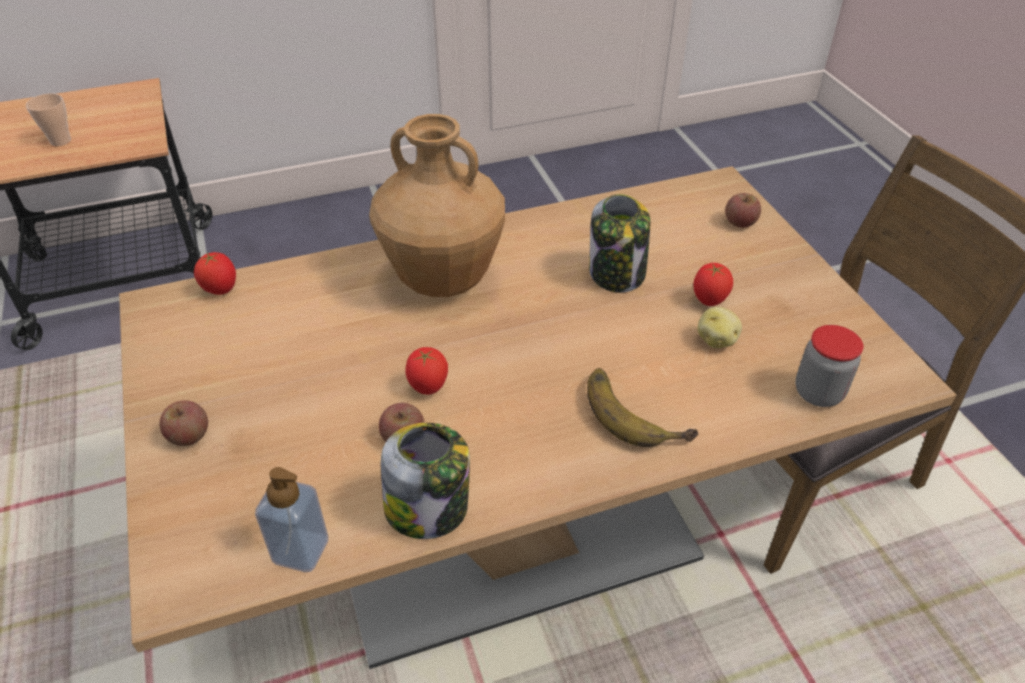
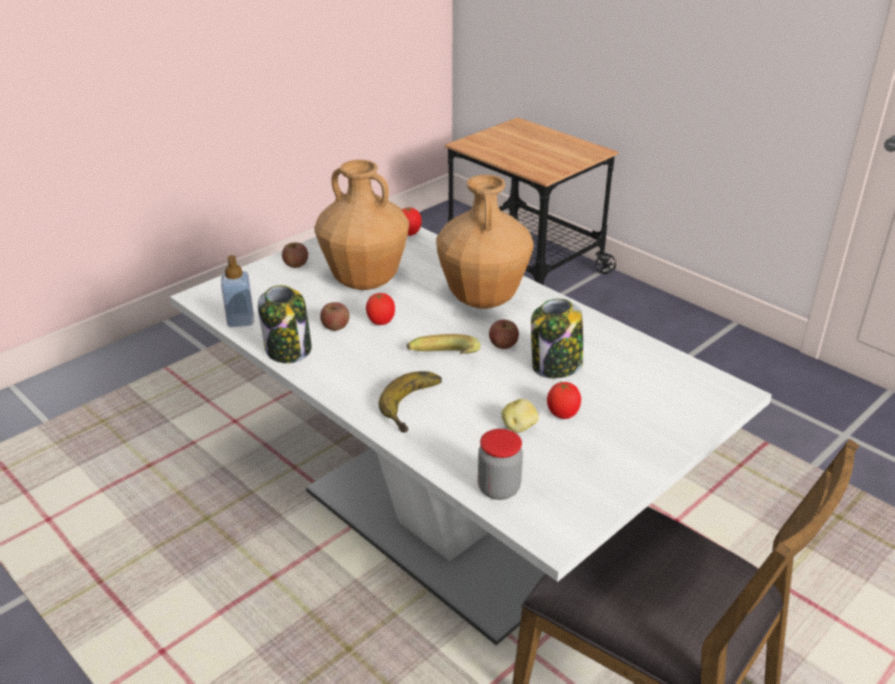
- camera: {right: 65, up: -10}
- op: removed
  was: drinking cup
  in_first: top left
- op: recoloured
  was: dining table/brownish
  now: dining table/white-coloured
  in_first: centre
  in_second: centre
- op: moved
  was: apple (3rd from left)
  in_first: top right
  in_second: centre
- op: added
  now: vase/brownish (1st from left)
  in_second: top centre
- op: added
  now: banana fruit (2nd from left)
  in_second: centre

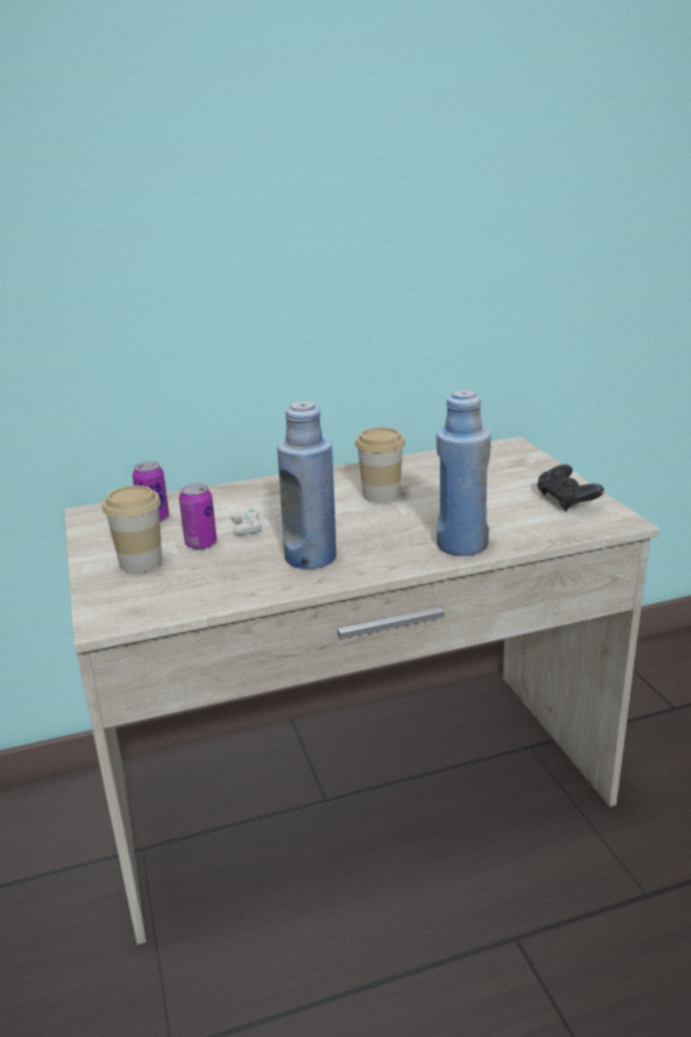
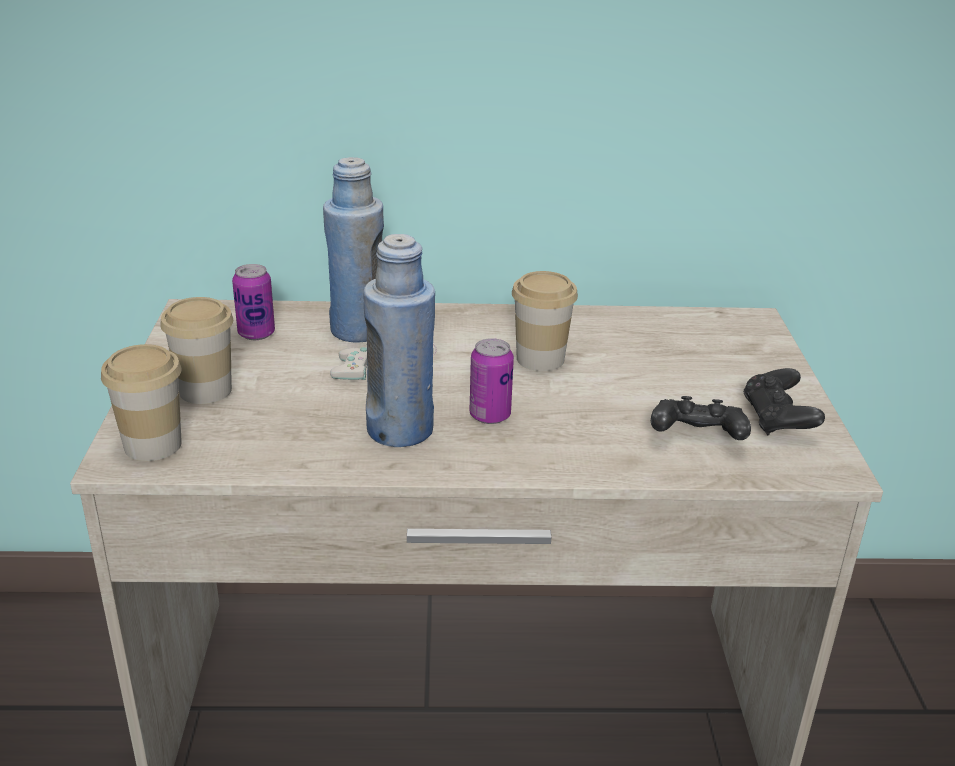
- camera: {right: 15, up: 5}
- op: moved
  was: drink bottle/blue-coloured (2nd from left in the first image)
  now: drink bottle/blue-coloured (1st from left)
  in_first: middle right
  in_second: top centre
- op: moved
  was: metal can (2nd from left)
  in_first: middle left
  in_second: centre
- op: added
  now: drinking cup (1st from left)
  in_second: middle left
- op: added
  now: joypad/blackish (1st from left)
  in_second: middle right

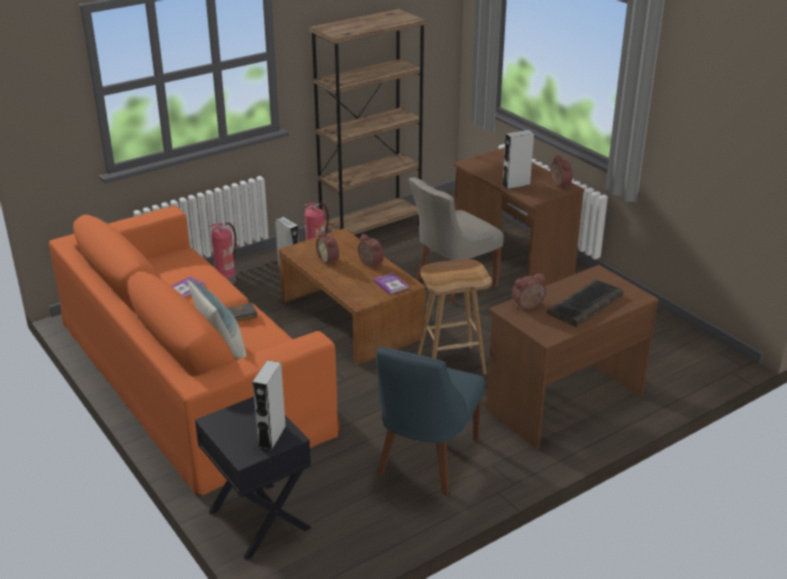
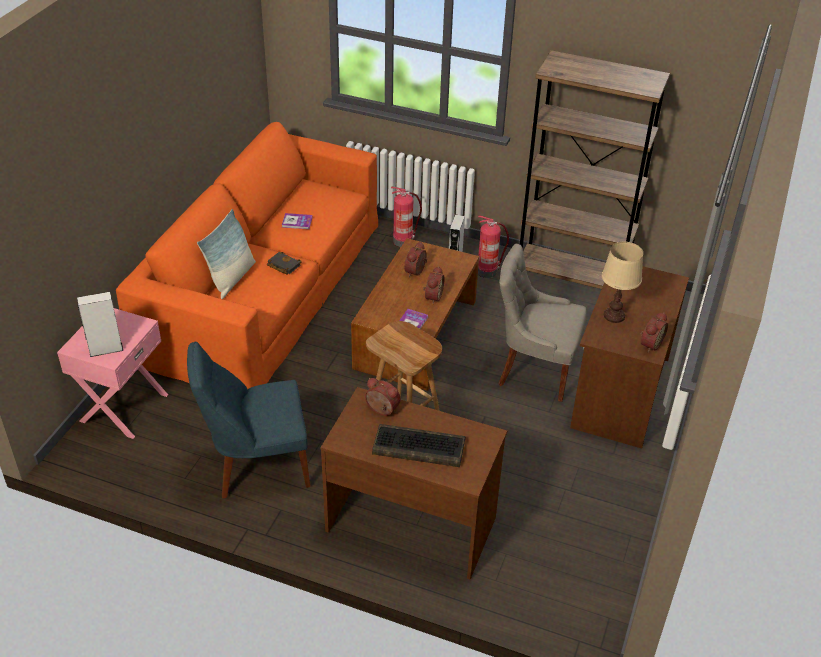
- camera: {right: 55, up: 10}
- op: replaced
  was: loudspeaker/greyish (3rd from left)
  now: tabletop lamp/sand-coloured
  in_first: top centre
  in_second: middle right
- op: recoloured
  was: end table/blackish
  now: end table/pinkish
  in_first: bottom left
  in_second: middle left

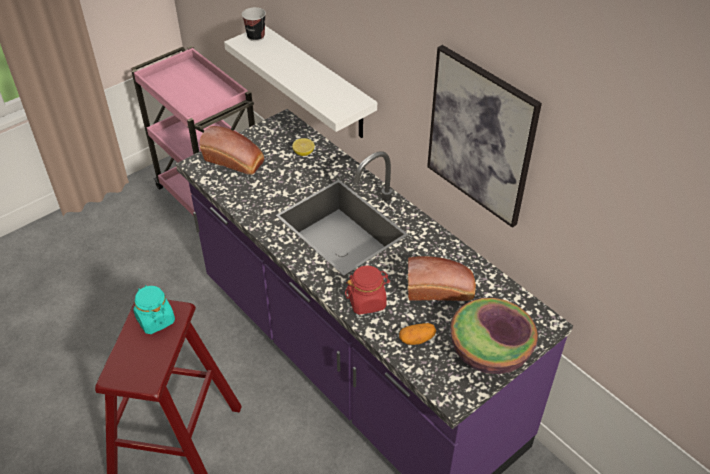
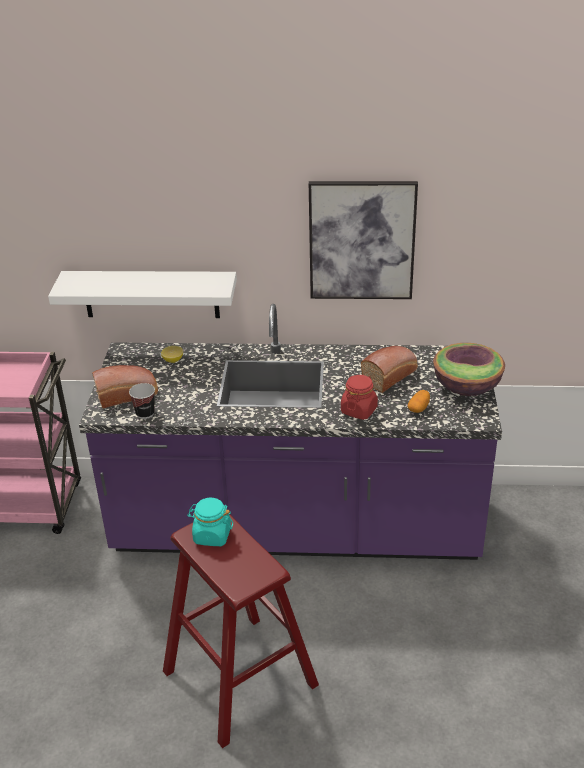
- camera: {right: -45, up: -10}
- op: moved
  was: drinking cup
  in_first: top centre
  in_second: middle left

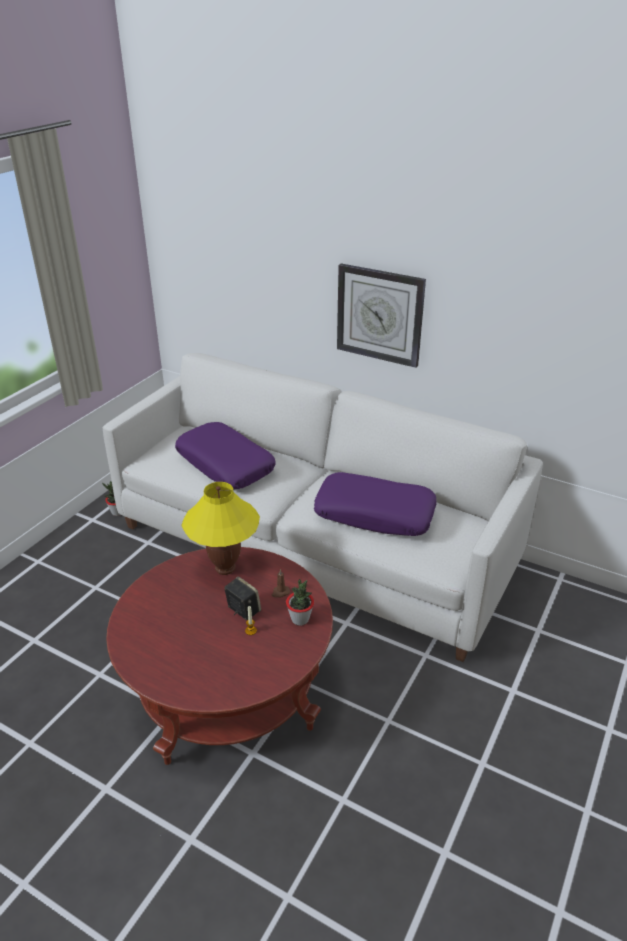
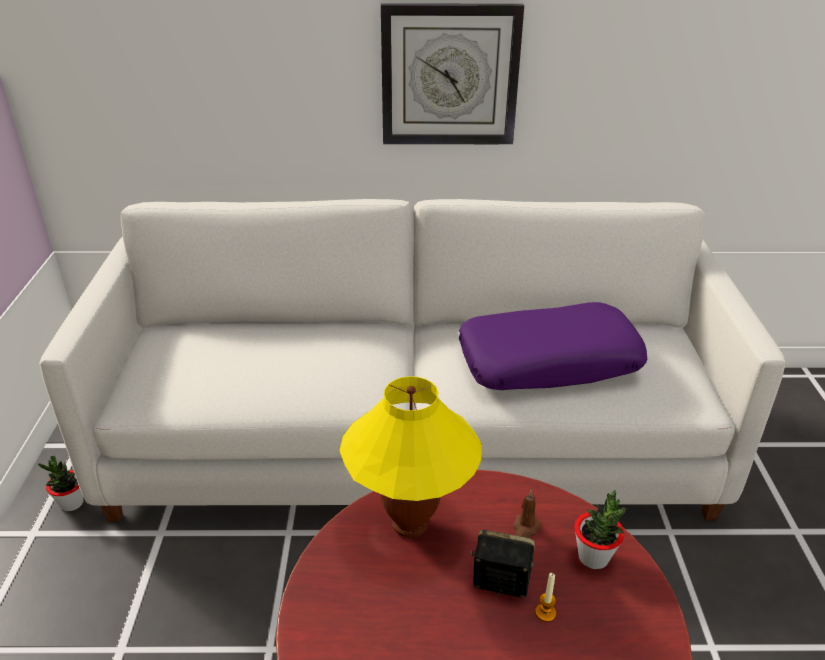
- camera: {right: -30, up: 0}
- op: removed
  was: cushion/purple-coloured (1st from left)
  in_first: centre

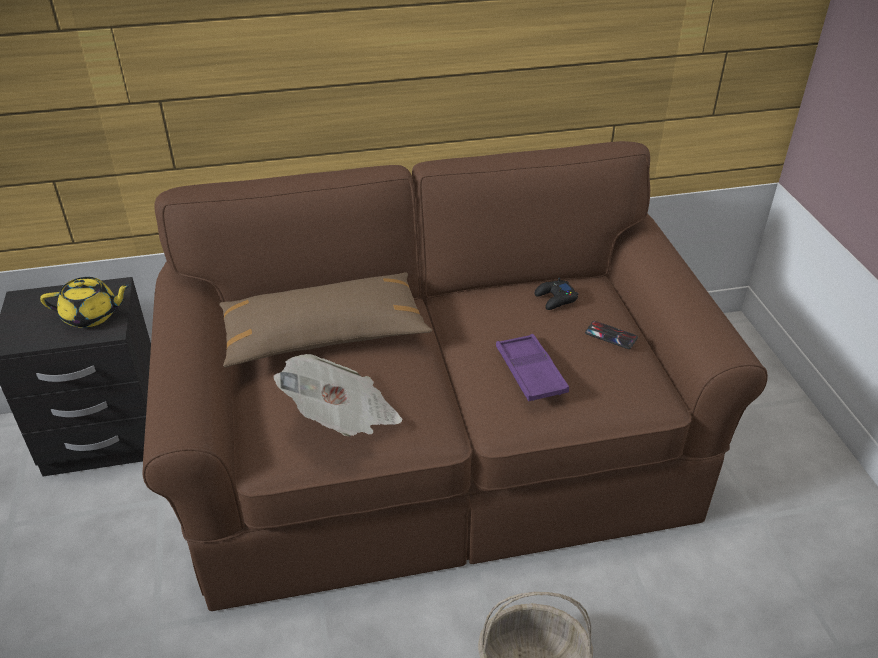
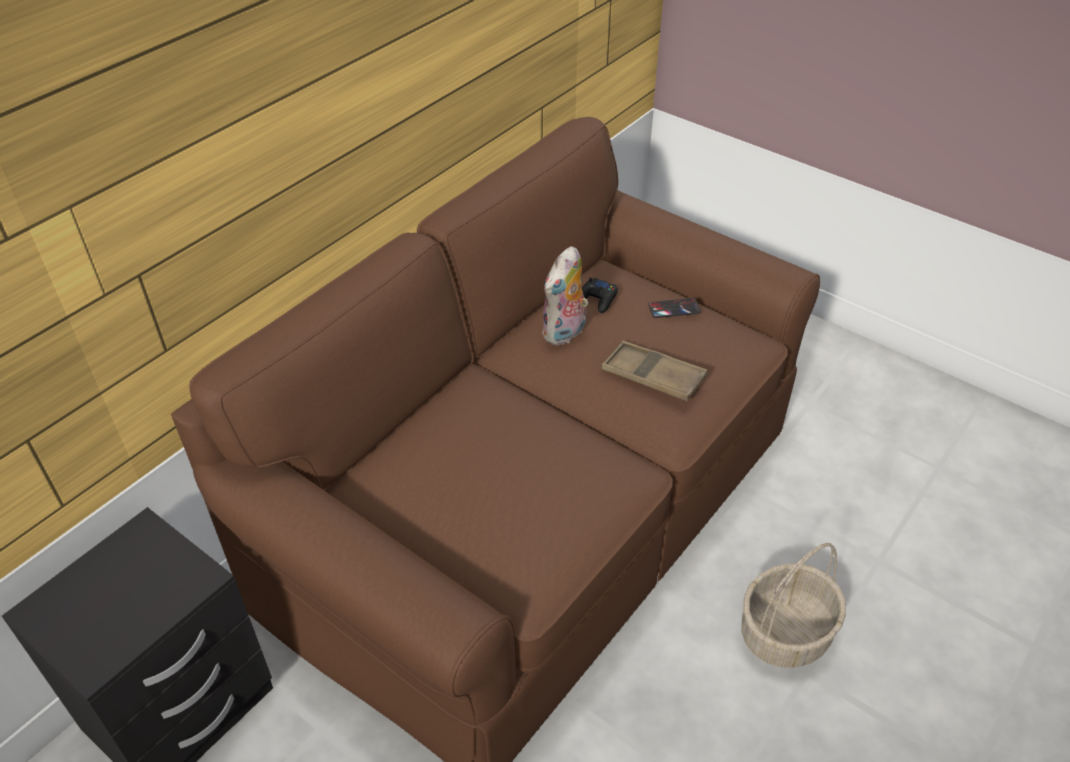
- camera: {right: -40, up: 5}
- op: removed
  was: cushion/brownish
  in_first: centre
- op: removed
  was: teapot/yellowish
  in_first: middle left
- op: recoloured
  was: serving tray/purple-coloured
  now: serving tray/brownish
  in_first: centre
  in_second: centre
- op: removed
  was: daily paper
  in_first: centre
- op: added
  now: plush toy
  in_second: centre

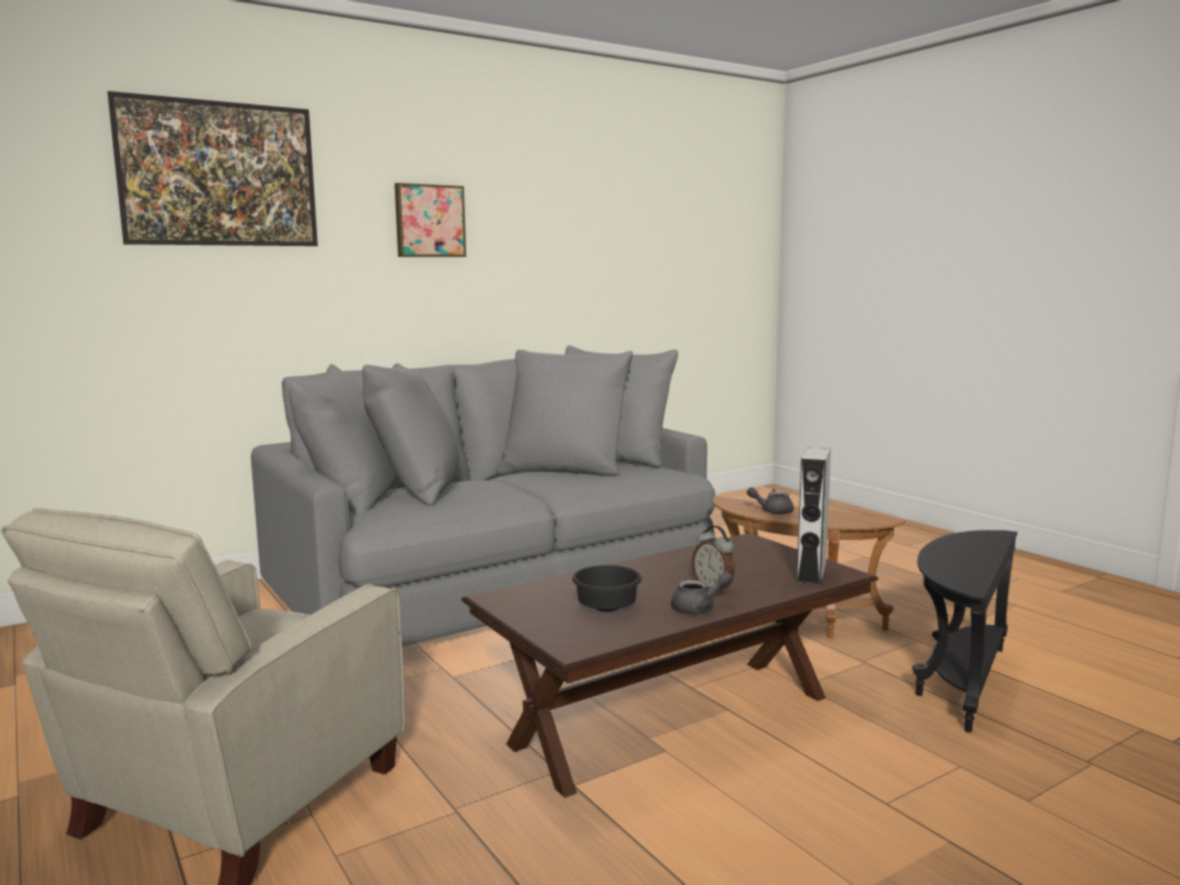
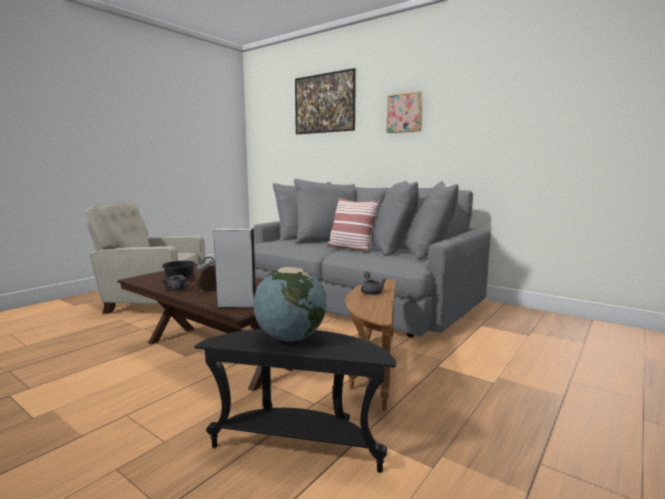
- camera: {right: 70, up: 0}
- op: added
  now: cushion
  in_second: centre
- op: added
  now: desk globe
  in_second: centre

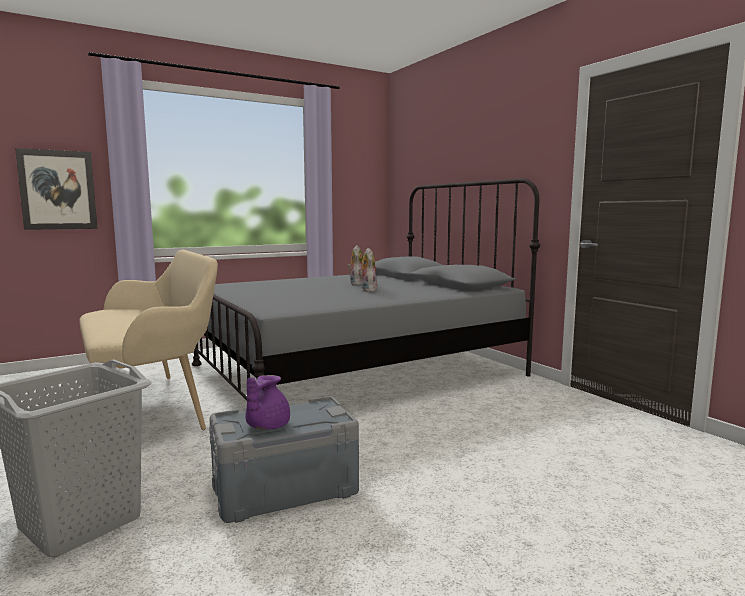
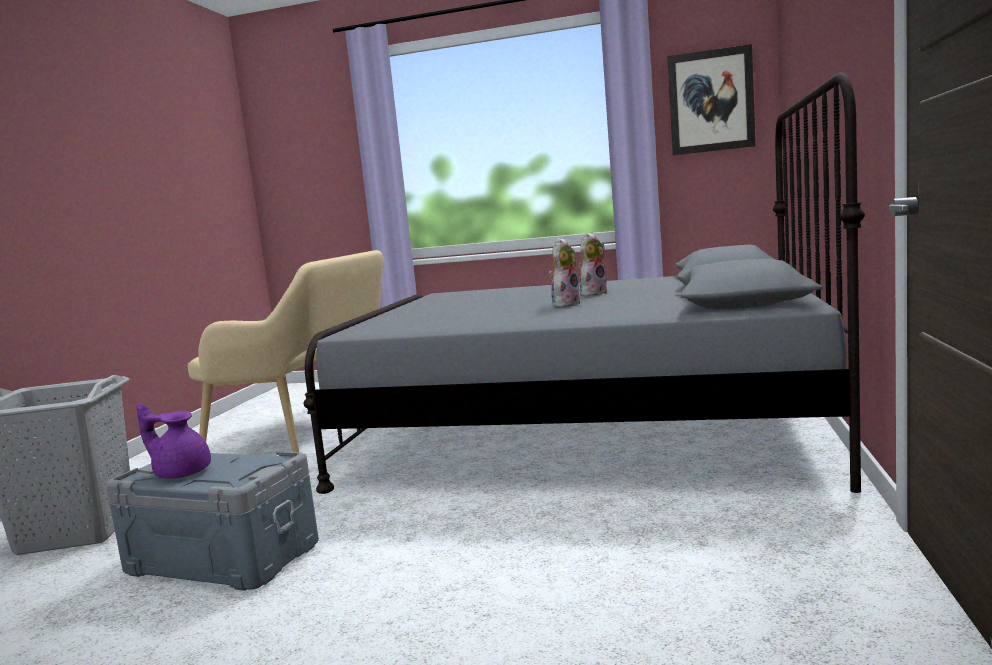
- camera: {right: 45, up: 0}
- op: moved
  was: wall picture
  in_first: top left
  in_second: top right
- op: turned
  was: teapot/purple-coloured
  in_first: bottom centre
  in_second: middle left
  clockwise: 45

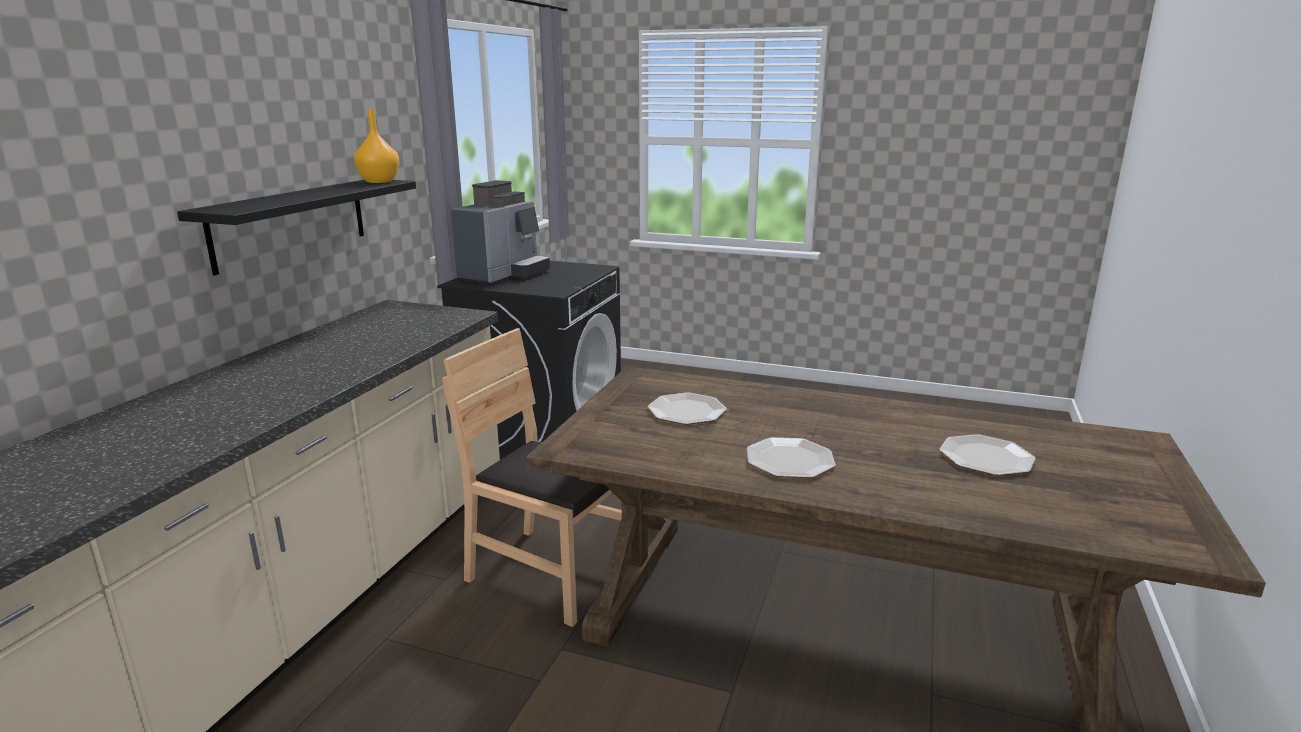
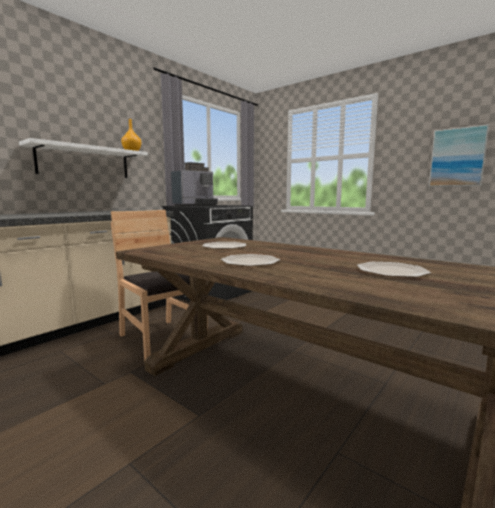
- camera: {right: 20, up: -10}
- op: recoloured
  was: wall shelf/blackish
  now: wall shelf/white-coloured
  in_first: top left
  in_second: top left
- op: added
  now: wall picture
  in_second: top right

